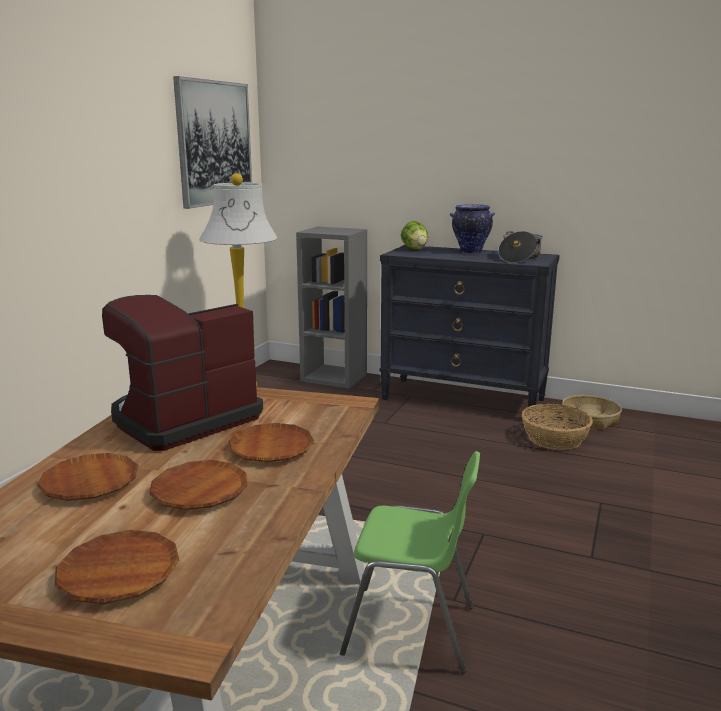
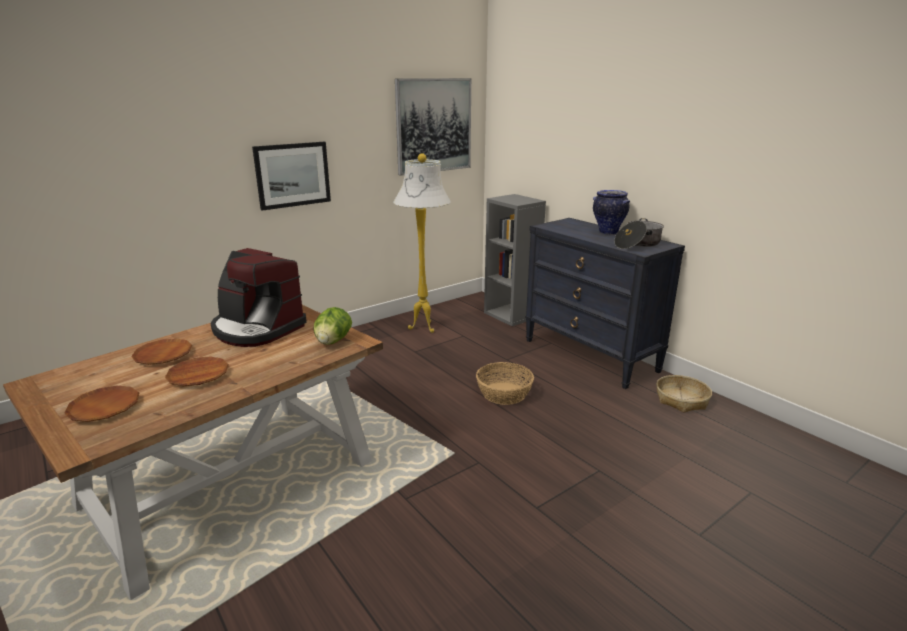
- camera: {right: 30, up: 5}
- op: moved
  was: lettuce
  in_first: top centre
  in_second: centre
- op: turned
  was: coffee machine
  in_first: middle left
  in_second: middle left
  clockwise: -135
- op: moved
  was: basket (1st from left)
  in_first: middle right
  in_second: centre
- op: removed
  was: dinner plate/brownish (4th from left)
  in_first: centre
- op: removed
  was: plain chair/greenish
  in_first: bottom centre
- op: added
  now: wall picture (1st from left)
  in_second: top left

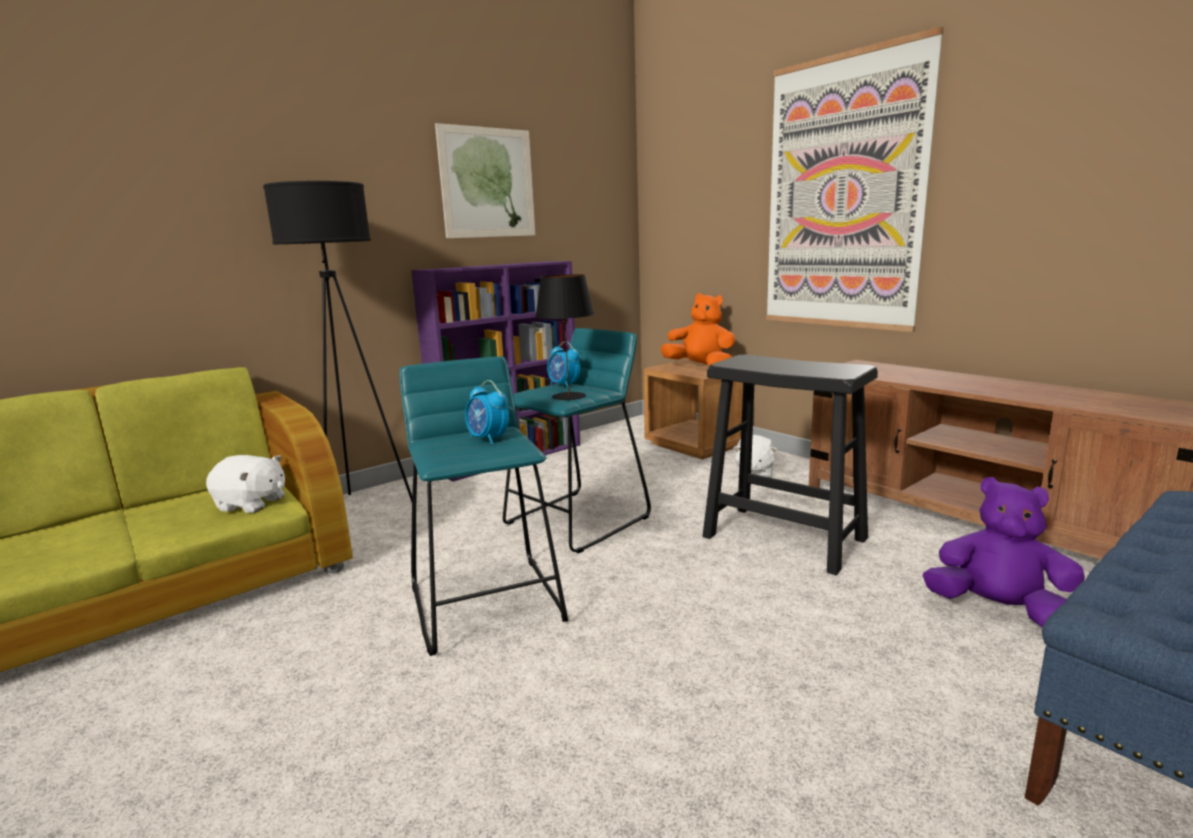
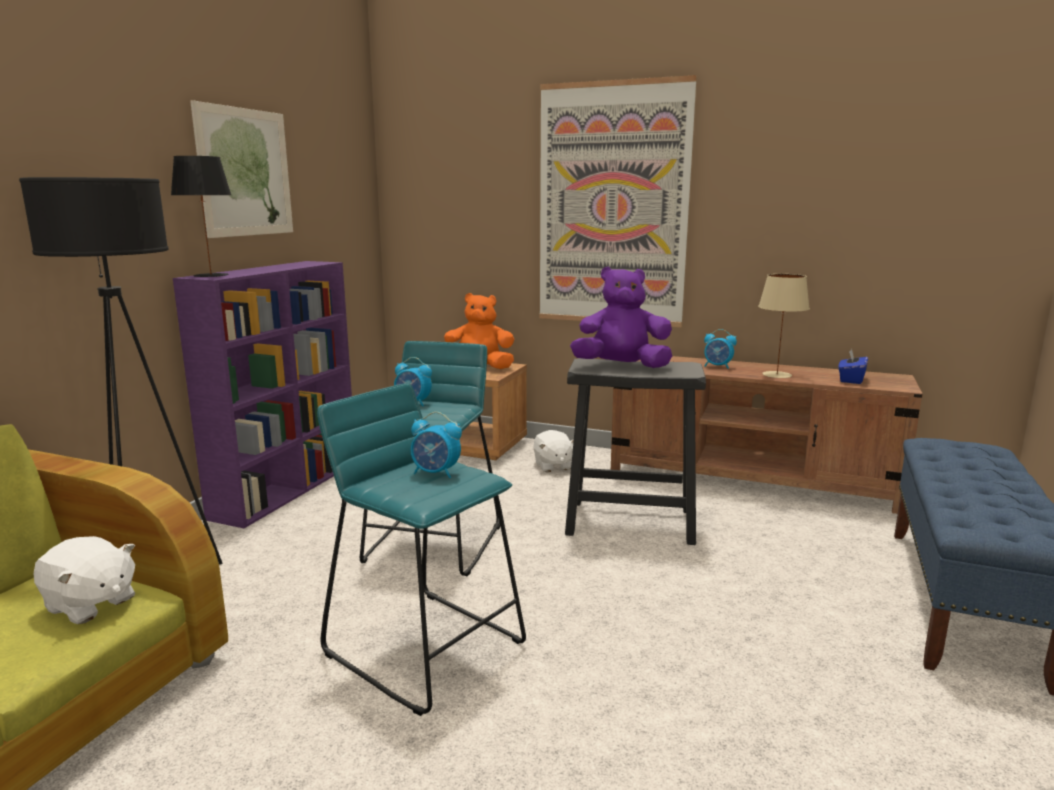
- camera: {right: -30, up: 0}
- op: moved
  was: tabletop lamp/blackish
  in_first: centre
  in_second: top left
- op: turned
  was: plush toy/white-coloured (1st from left)
  in_first: middle left
  in_second: bottom left
  clockwise: 45
- op: moved
  was: plush toy/purple-coloured
  in_first: middle right
  in_second: centre
- op: added
  now: tabletop lamp/sand-coloured
  in_second: middle right
- op: added
  now: alarm clock (3rd from left)
  in_second: middle right
- op: added
  now: box of tissues/blue-coloured
  in_second: middle right

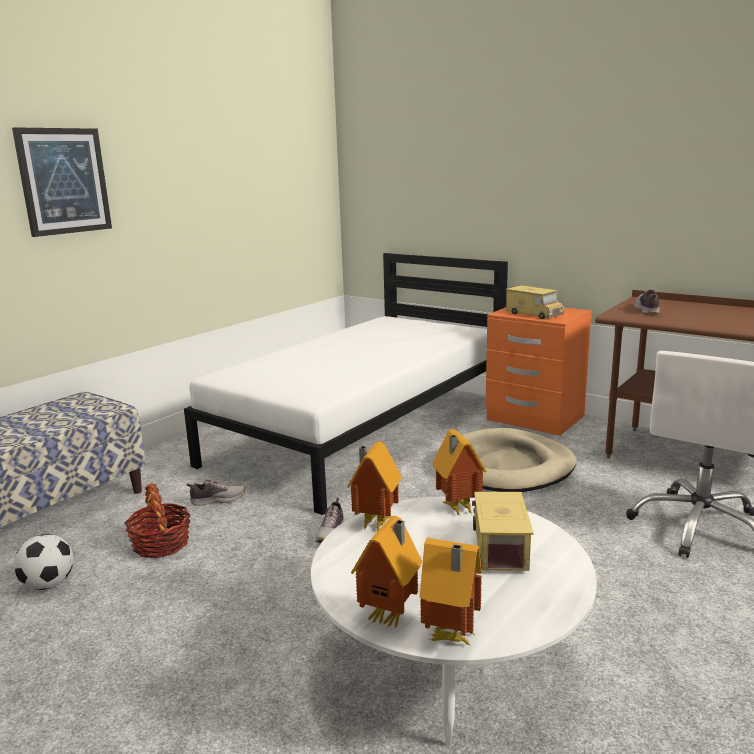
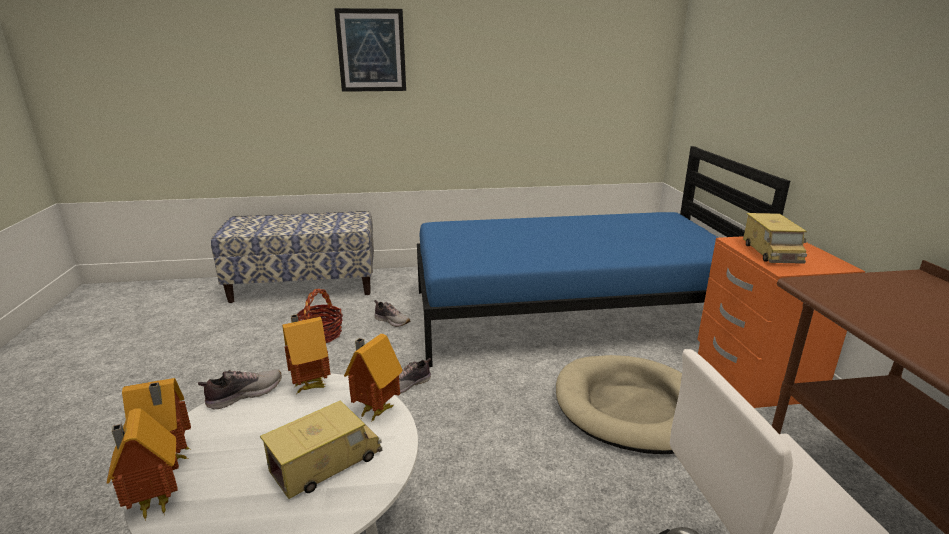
- camera: {right: 45, up: 5}
- op: recoloured
  was: bed/white-coloured
  now: bed/blue-coloured
  in_first: centre
  in_second: centre
- op: moved
  was: item of footwear (3rd from left in the first image)
  now: item of footwear (1st from left)
  in_first: middle right
  in_second: bottom left
- op: removed
  was: ball for football
  in_first: bottom left

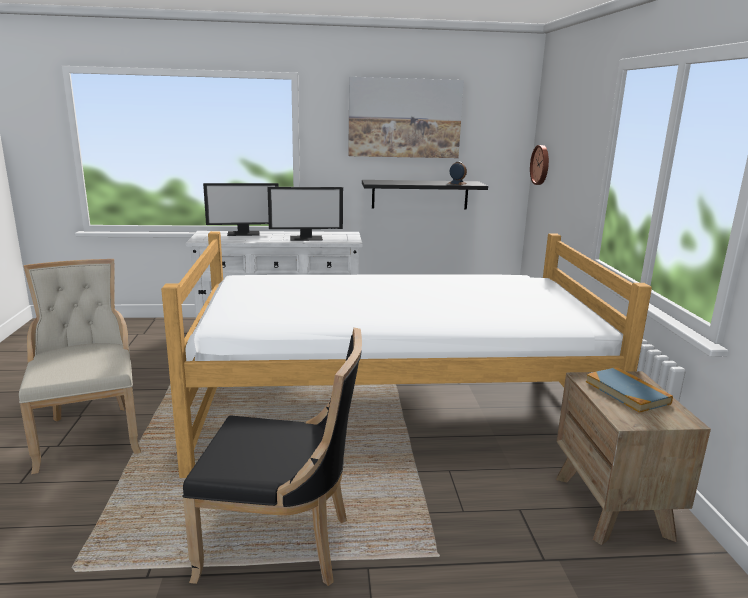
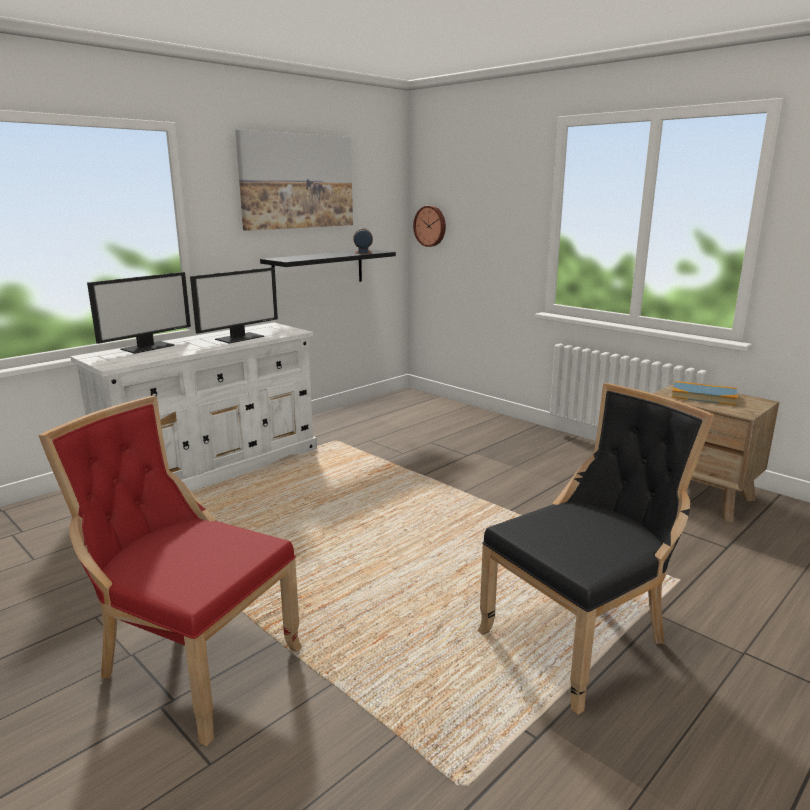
- camera: {right: -40, up: 0}
- op: removed
  was: bed
  in_first: centre
- op: recoloured
  was: plain chair/sand-coloured
  now: plain chair/red
  in_first: middle left
  in_second: bottom left

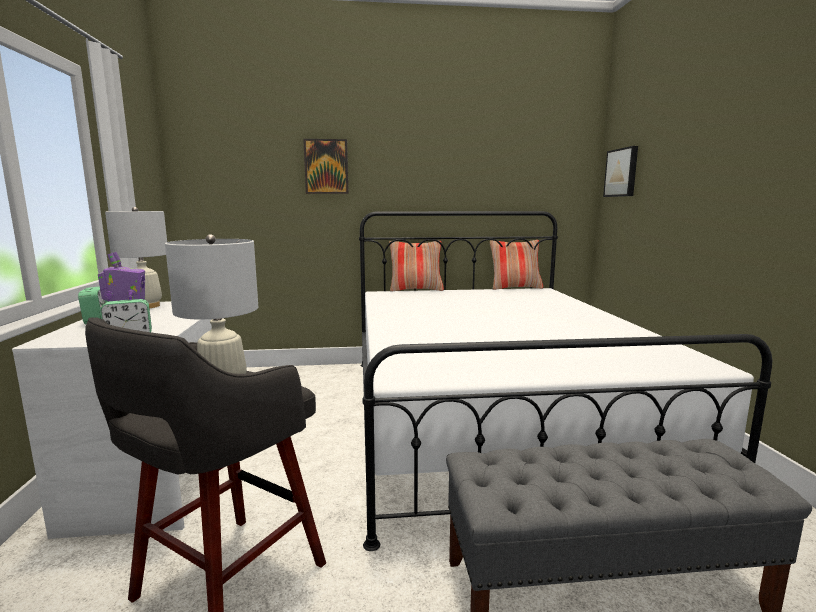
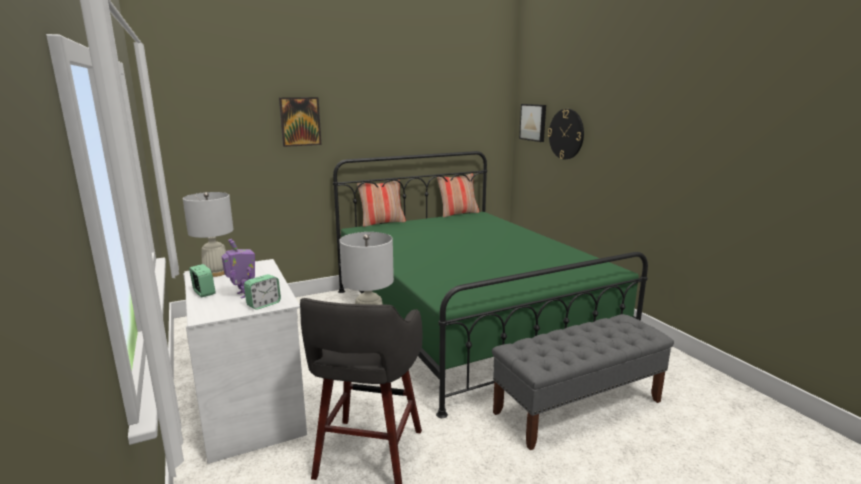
- camera: {right: -20, up: 5}
- op: recoloured
  was: bed/white-coloured
  now: bed/greenish
  in_first: middle right
  in_second: centre
- op: added
  now: clock on the wall
  in_second: top centre

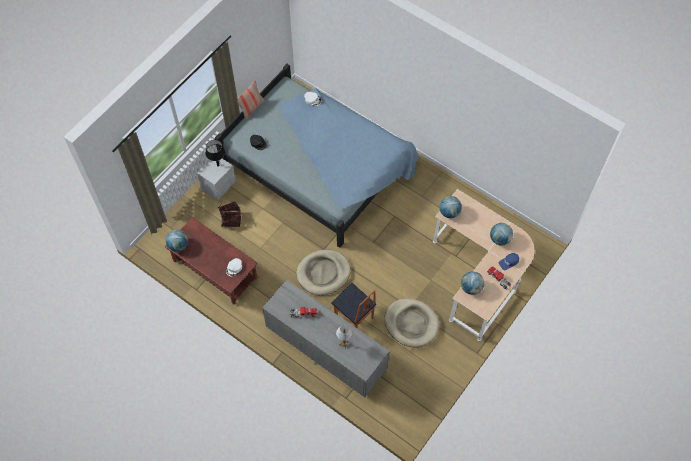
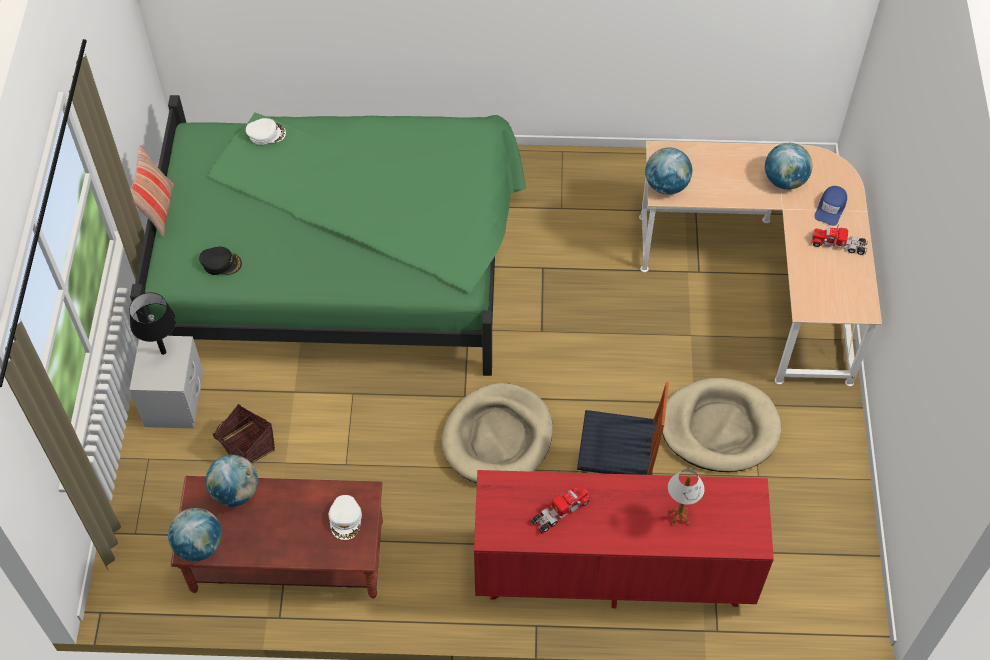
- camera: {right: -35, up: -5}
- op: recoloured
  was: bed/blue-coloured
  now: bed/greenish
  in_first: centre
  in_second: middle left
- op: moved
  was: desk globe (3rd from left in the first image)
  now: desk globe (2nd from left)
  in_first: middle right
  in_second: bottom left
- op: recoloured
  was: dresser/greyish
  now: dresser/red
  in_first: bottom centre
  in_second: bottom centre

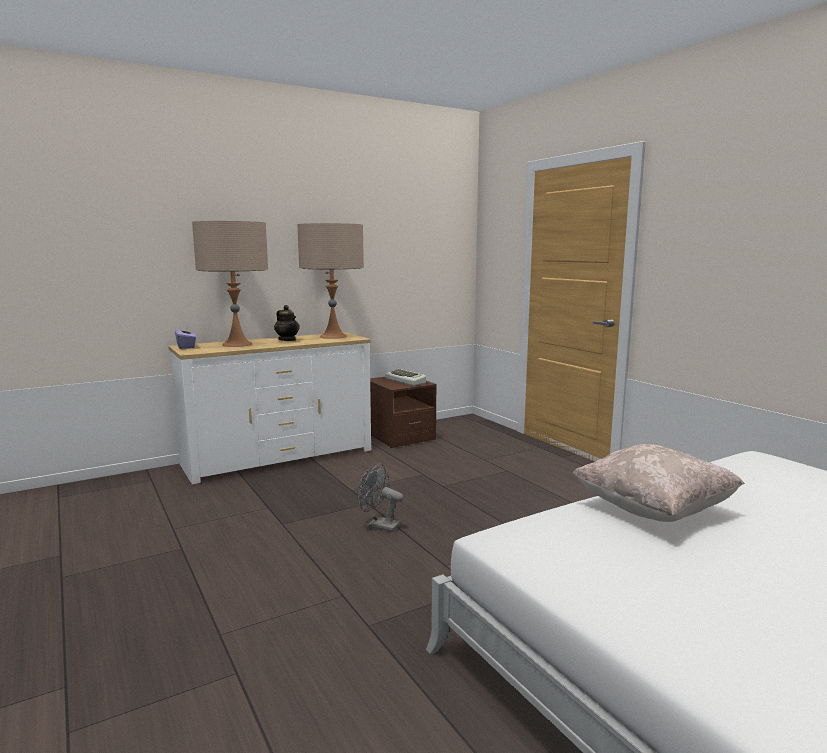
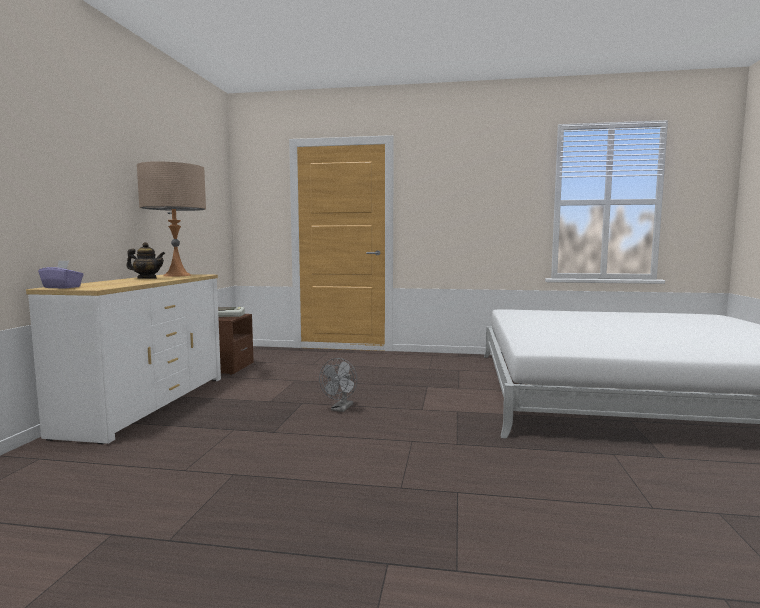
- camera: {right: -50, up: -5}
- op: removed
  was: tabletop lamp/sand-coloured (1st from left)
  in_first: middle left
- op: removed
  was: cushion/sand-coloured
  in_first: middle right
- op: turned
  was: cooling fan/greyish
  in_first: centre
  in_second: centre
  clockwise: -45

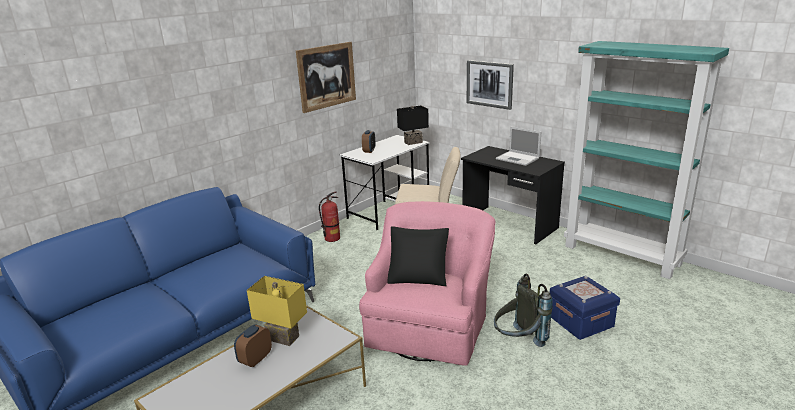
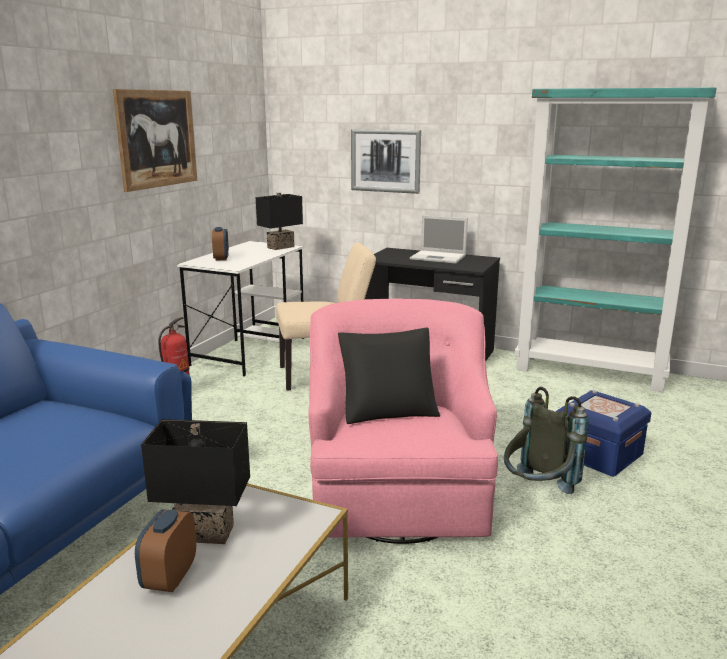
- camera: {right: -20, up: -5}
- op: recoloured
  was: tabletop lamp/yellowish
  now: tabletop lamp/blackish (1st from left)
  in_first: bottom centre
  in_second: bottom left

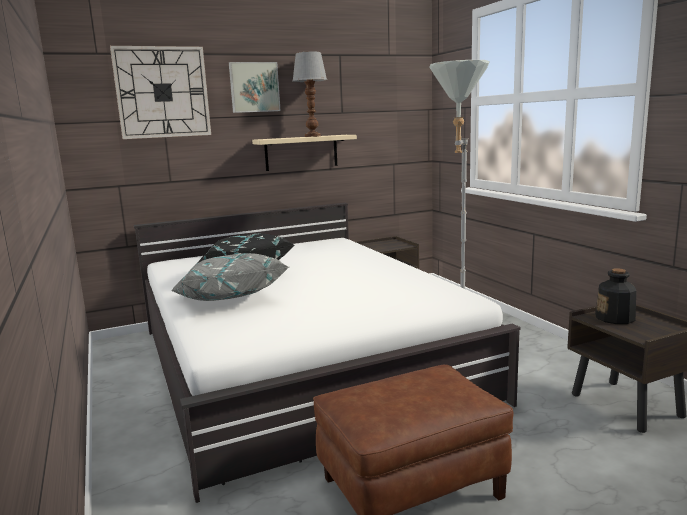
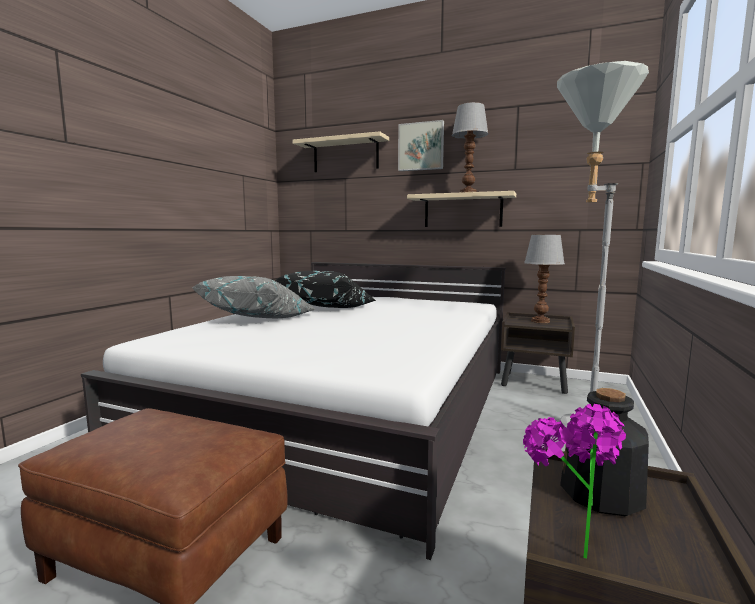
- camera: {right: 45, up: -5}
- op: replaced
  was: clock on the wall
  now: wall shelf/sand-coloured (1st from left)
  in_first: top left
  in_second: top centre
- op: added
  now: tabletop lamp (2nd from left)
  in_second: middle right
- op: added
  now: potted plant
  in_second: bottom right

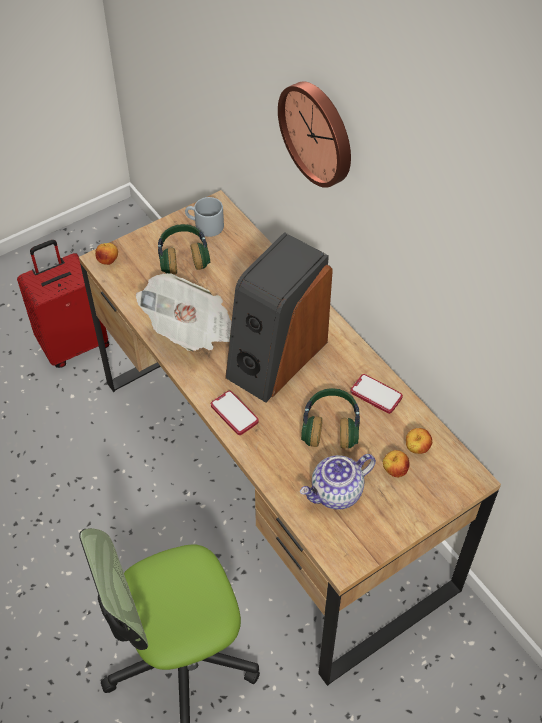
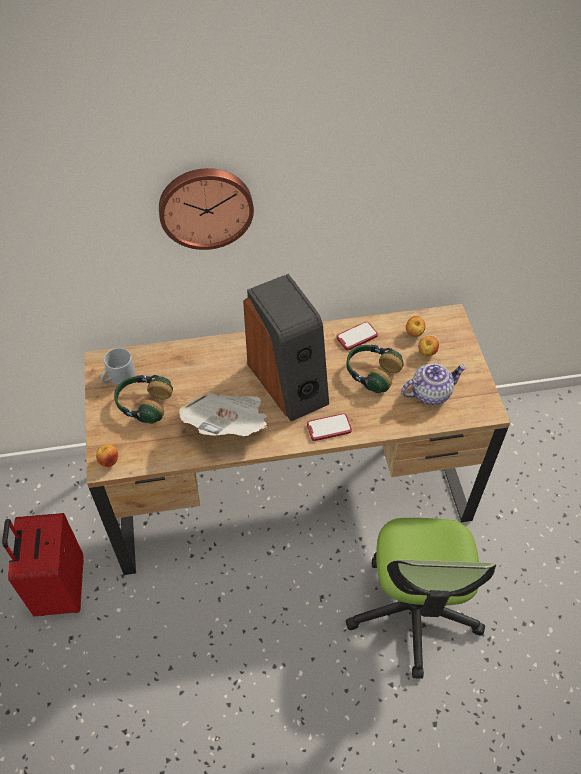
- camera: {right: -65, up: 0}
- op: turned
  was: teapot
  in_first: bottom centre
  in_second: middle right
  clockwise: -105

